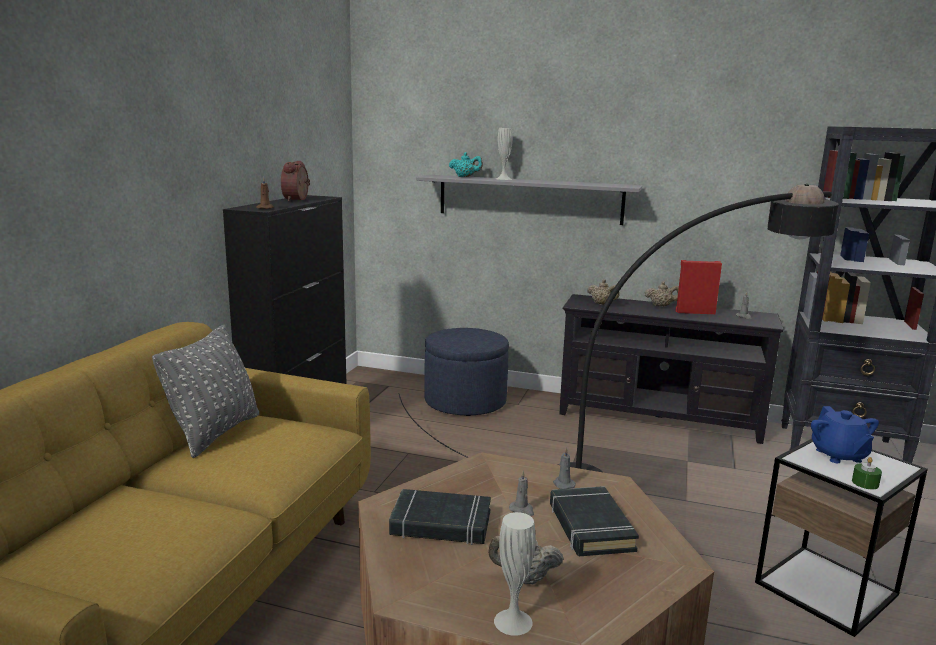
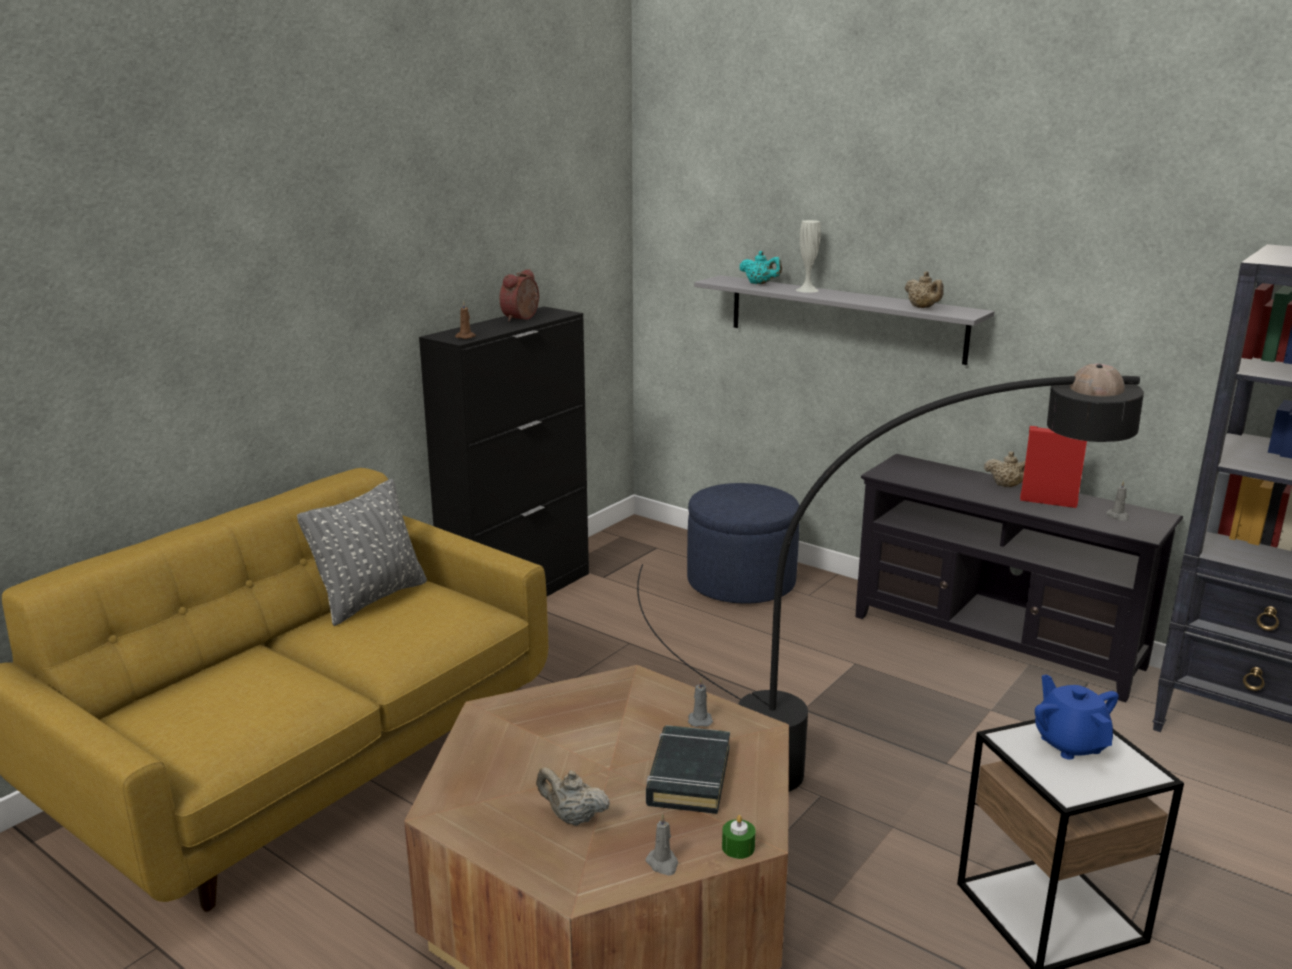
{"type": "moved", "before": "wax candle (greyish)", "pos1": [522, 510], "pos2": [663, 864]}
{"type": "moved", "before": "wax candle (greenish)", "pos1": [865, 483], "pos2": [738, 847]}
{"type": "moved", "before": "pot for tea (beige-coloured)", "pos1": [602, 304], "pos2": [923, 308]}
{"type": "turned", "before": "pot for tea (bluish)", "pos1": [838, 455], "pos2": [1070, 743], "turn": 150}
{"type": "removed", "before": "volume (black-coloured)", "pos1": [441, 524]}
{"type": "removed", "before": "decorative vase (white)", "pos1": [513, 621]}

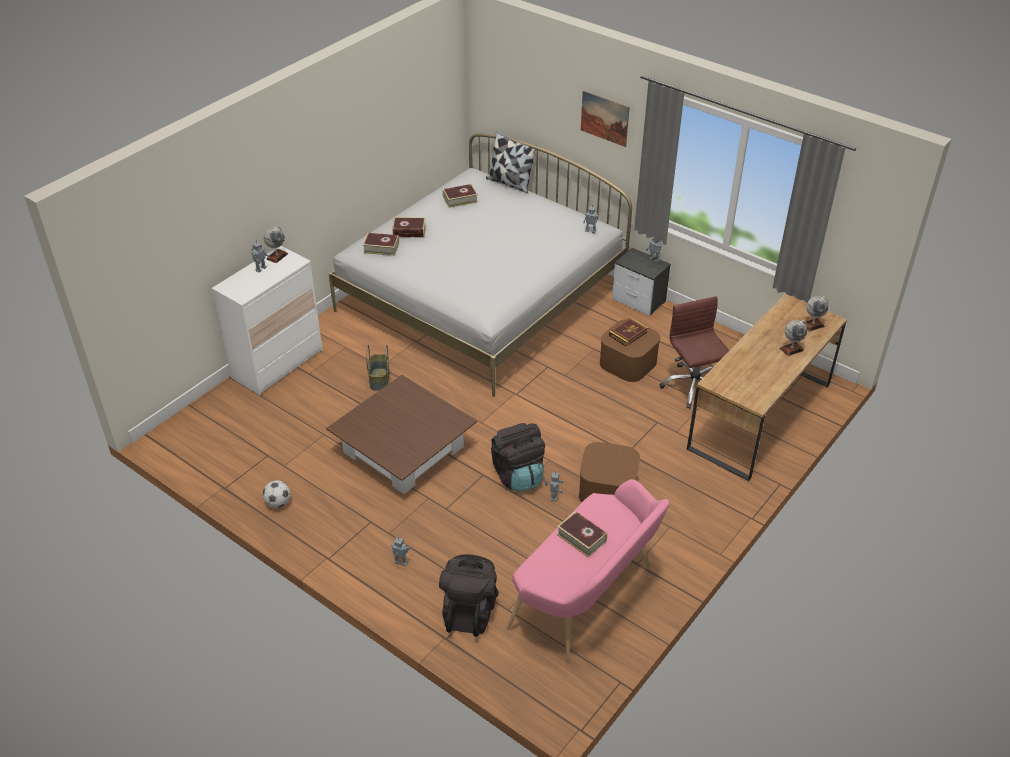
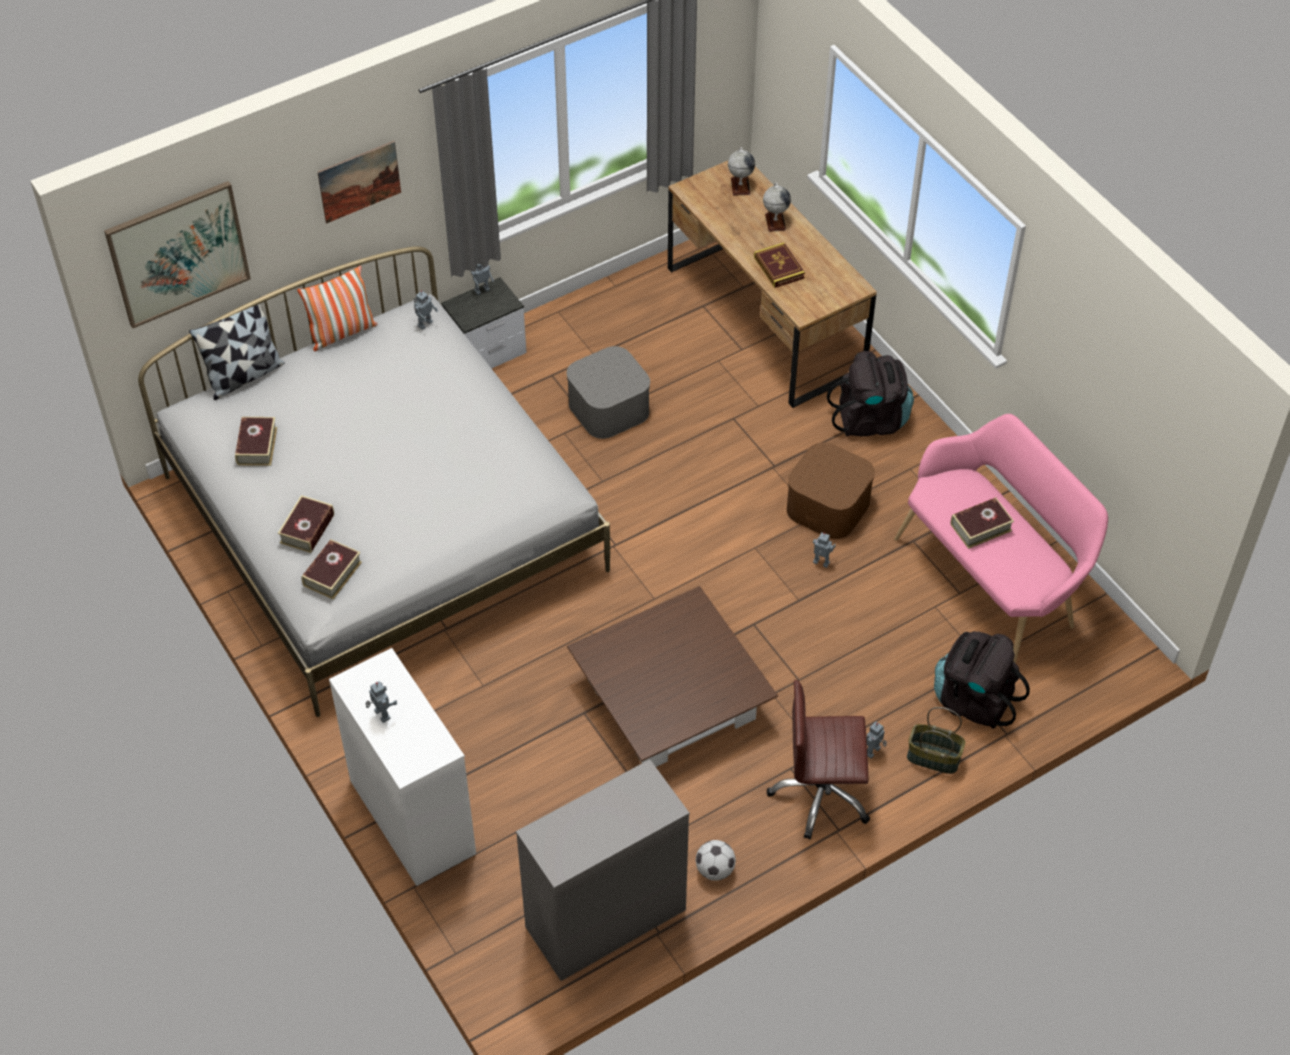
{"type": "added", "after": "picture", "pos2": [178, 253]}
{"type": "added", "after": "pillow", "pos2": [342, 333]}
{"type": "added", "after": "drawer chest (greyish)", "pos2": [605, 918]}
{"type": "recoloured", "before": "storage bin (brown)", "after": "storage bin (greyish)", "pos1": [627, 362], "pos2": [608, 408]}
{"type": "moved", "before": "volume", "pos1": [628, 333], "pos2": [779, 267]}
{"type": "moved", "before": "office chair (brown)", "pos1": [693, 386], "pos2": [821, 794]}
{"type": "moved", "before": "knapsack (black-coloured)", "pos1": [518, 475], "pos2": [871, 419]}
{"type": "moved", "before": "household basket", "pos1": [379, 379], "pos2": [932, 758]}
{"type": "removed", "before": "globe", "pos1": [277, 256]}

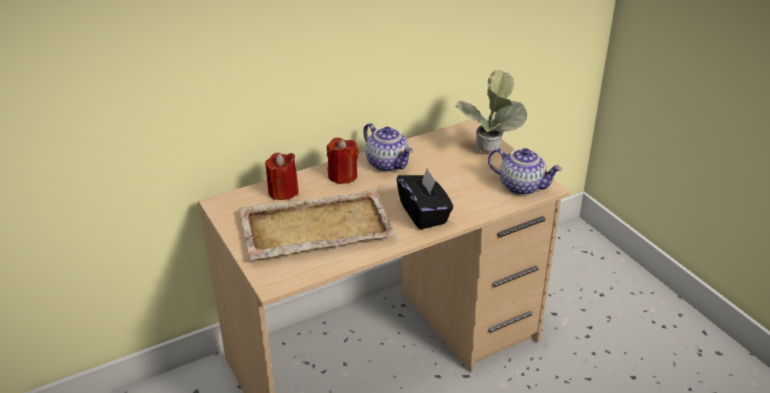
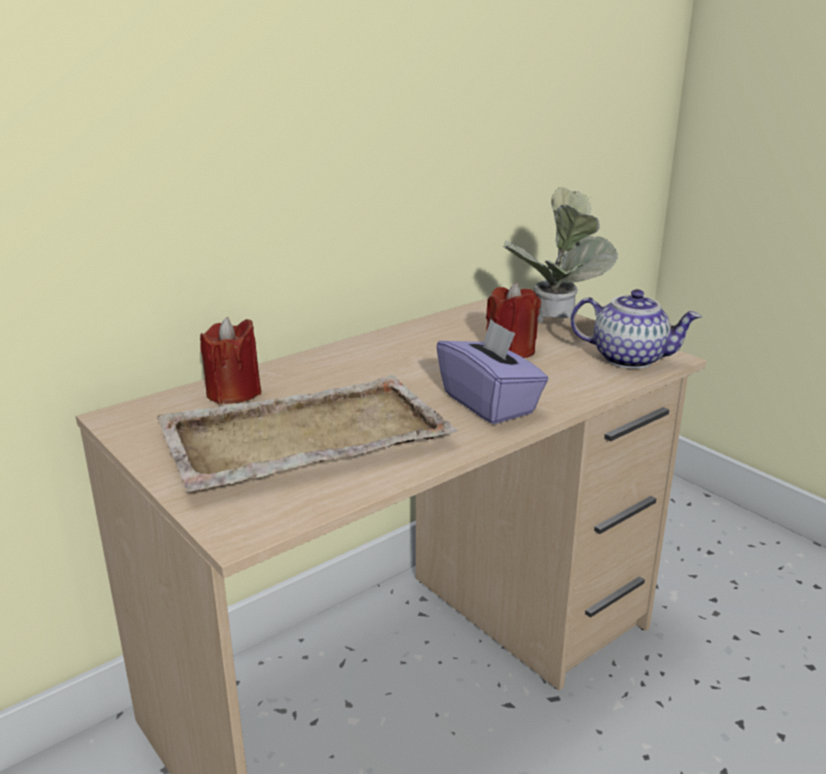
{"type": "recoloured", "before": "tissue box (black-coloured)", "after": "tissue box (purplish)", "pos1": [424, 214], "pos2": [490, 403]}
{"type": "moved", "before": "wax candle (reddish)", "pos1": [342, 176], "pos2": [511, 350]}
{"type": "removed", "before": "pot for tea", "pos1": [388, 164]}

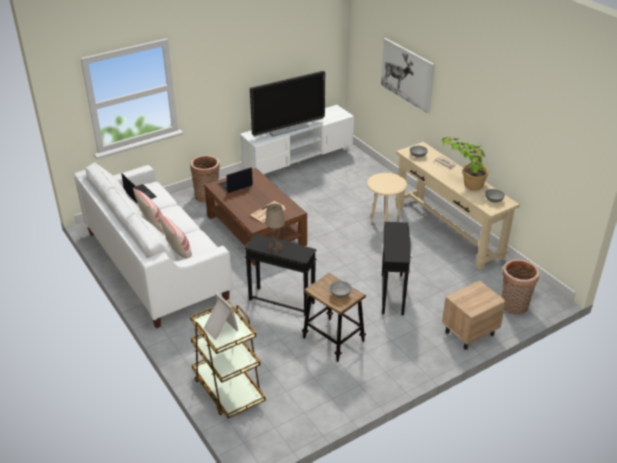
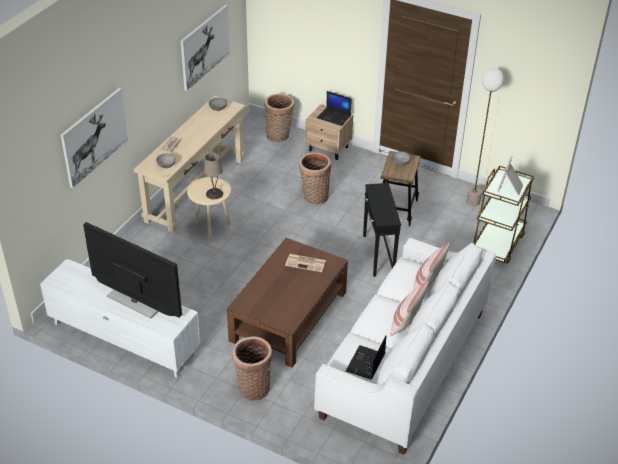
{"type": "added", "after": "picture", "pos2": [205, 46]}
{"type": "moved", "before": "table lamp (beige-coloured)", "pos1": [275, 247], "pos2": [215, 193]}
{"type": "replaced", "before": "end table (black-coloured)", "after": "household basket", "pos1": [392, 293], "pos2": [314, 196]}
{"type": "moved", "before": "portable computer", "pos1": [235, 185], "pos2": [334, 117]}
{"type": "added", "after": "standard lamp", "pos2": [473, 202]}
{"type": "removed", "before": "potted plant", "pos1": [464, 181]}

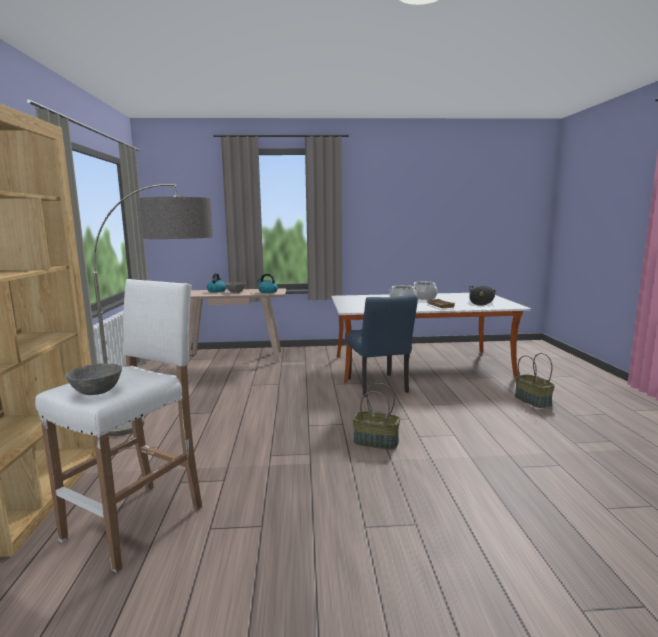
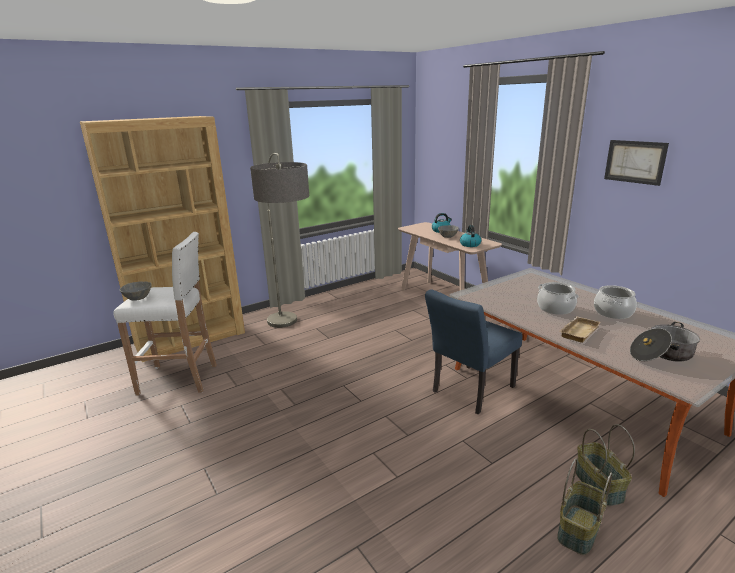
{"type": "moved", "before": "household basket", "pos1": [375, 442], "pos2": [597, 485]}
{"type": "added", "after": "picture", "pos2": [635, 162]}

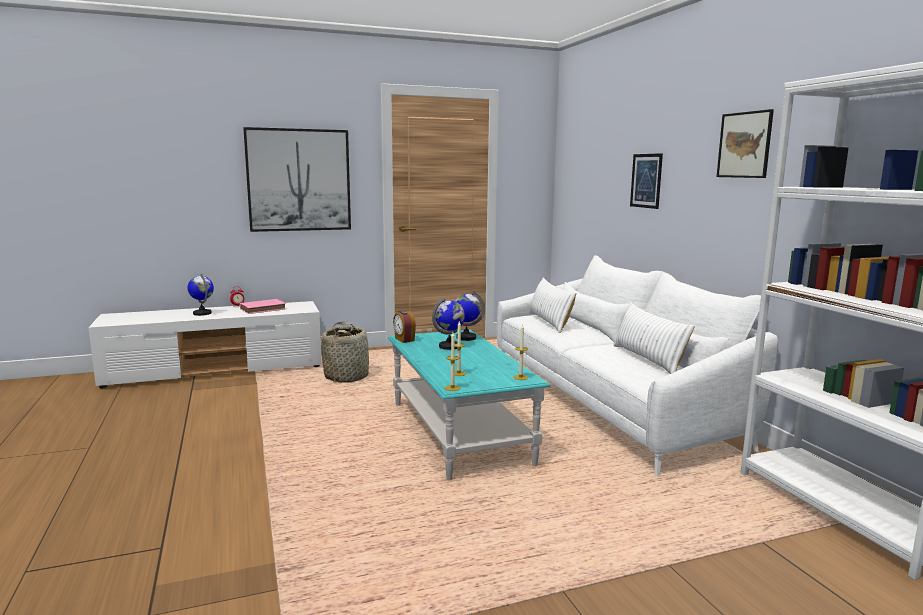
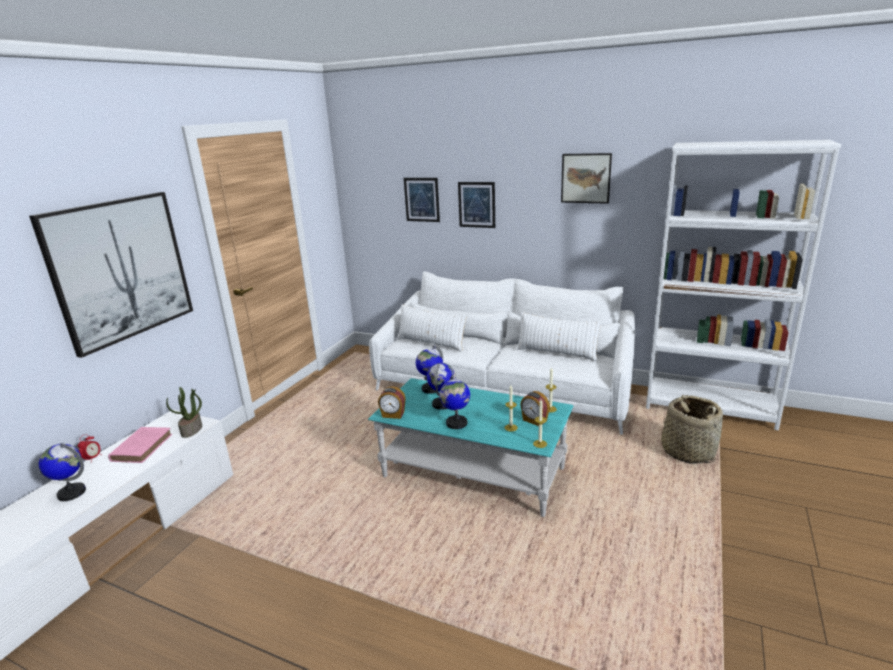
{"type": "added", "after": "potted plant", "pos2": [192, 430]}
{"type": "added", "after": "picture", "pos2": [422, 199]}
{"type": "added", "after": "globe", "pos2": [456, 423]}
{"type": "added", "after": "table clock", "pos2": [534, 421]}
{"type": "moved", "before": "household basket", "pos1": [347, 376], "pos2": [687, 451]}

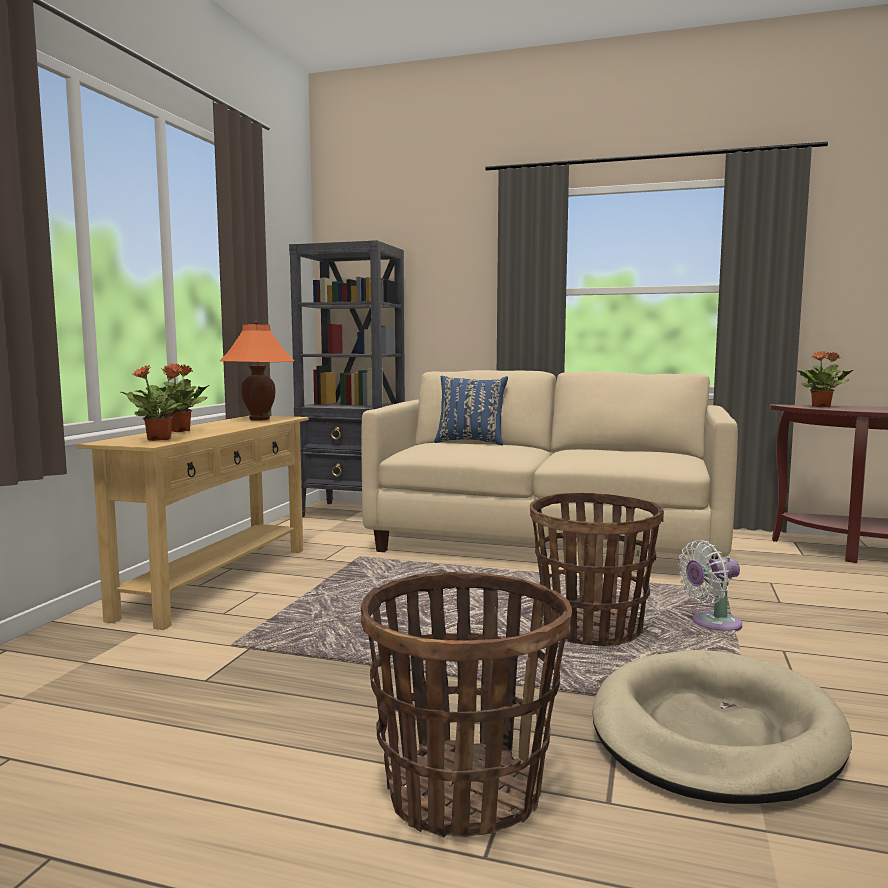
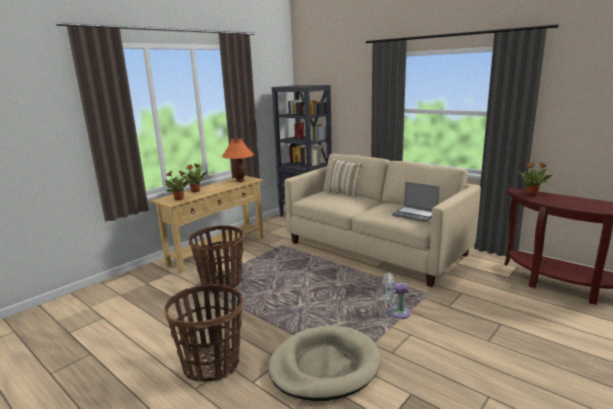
{"type": "moved", "before": "household basket", "pos1": [592, 629], "pos2": [221, 283]}
{"type": "recoloured", "before": "pillow (bluish)", "after": "pillow (beige-coloured)", "pos1": [471, 442], "pos2": [344, 193]}
{"type": "added", "after": "portable computer", "pos2": [415, 215]}

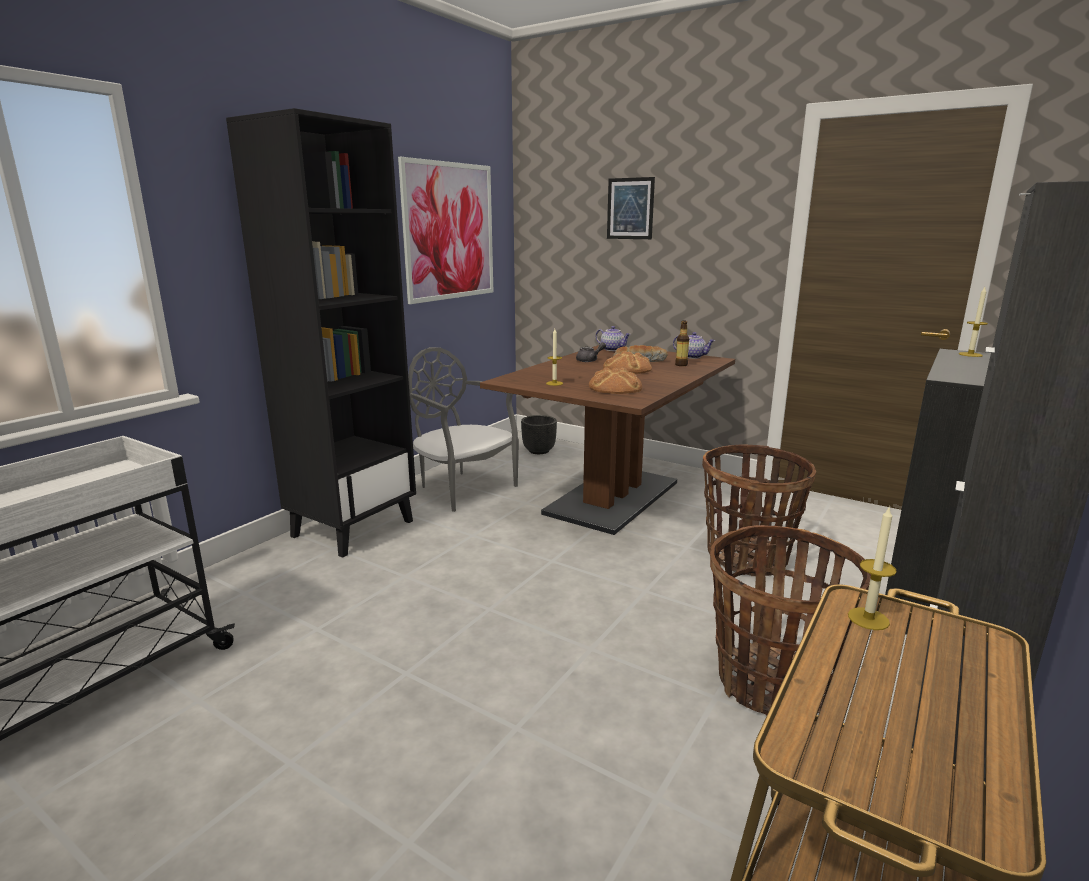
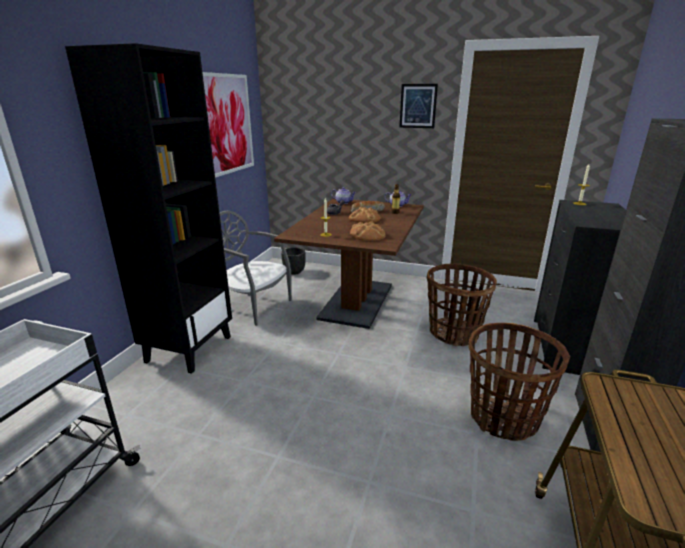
{"type": "moved", "before": "picture", "pos1": [630, 208], "pos2": [418, 106]}
{"type": "removed", "before": "wax candle", "pos1": [868, 619]}

